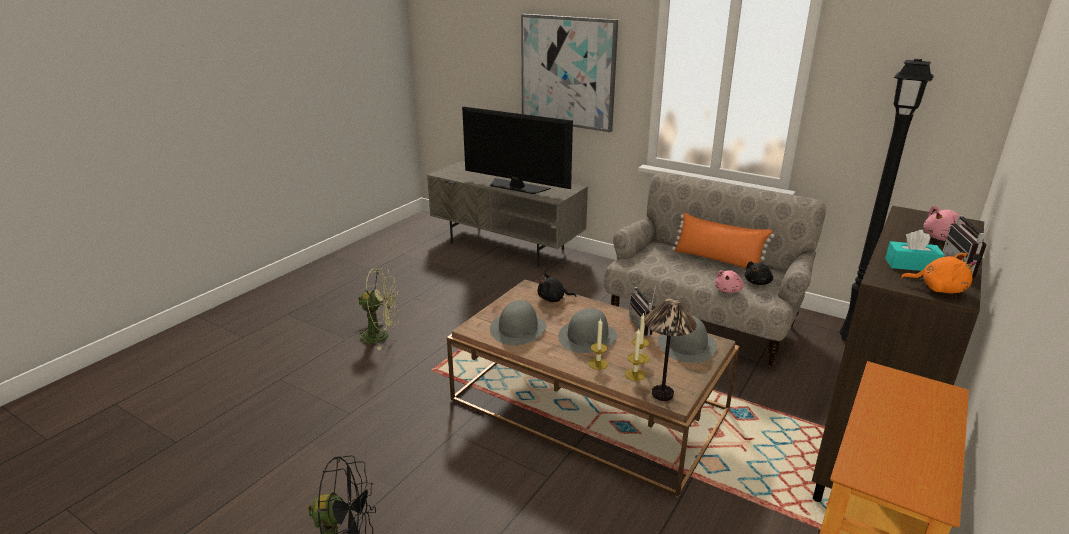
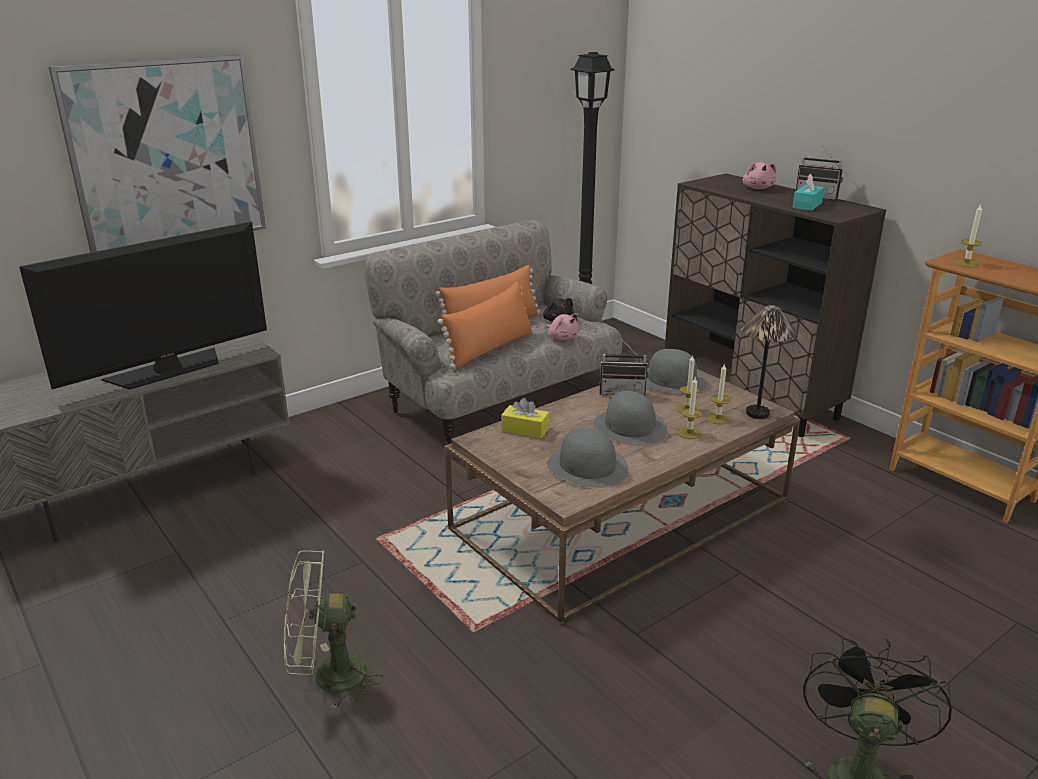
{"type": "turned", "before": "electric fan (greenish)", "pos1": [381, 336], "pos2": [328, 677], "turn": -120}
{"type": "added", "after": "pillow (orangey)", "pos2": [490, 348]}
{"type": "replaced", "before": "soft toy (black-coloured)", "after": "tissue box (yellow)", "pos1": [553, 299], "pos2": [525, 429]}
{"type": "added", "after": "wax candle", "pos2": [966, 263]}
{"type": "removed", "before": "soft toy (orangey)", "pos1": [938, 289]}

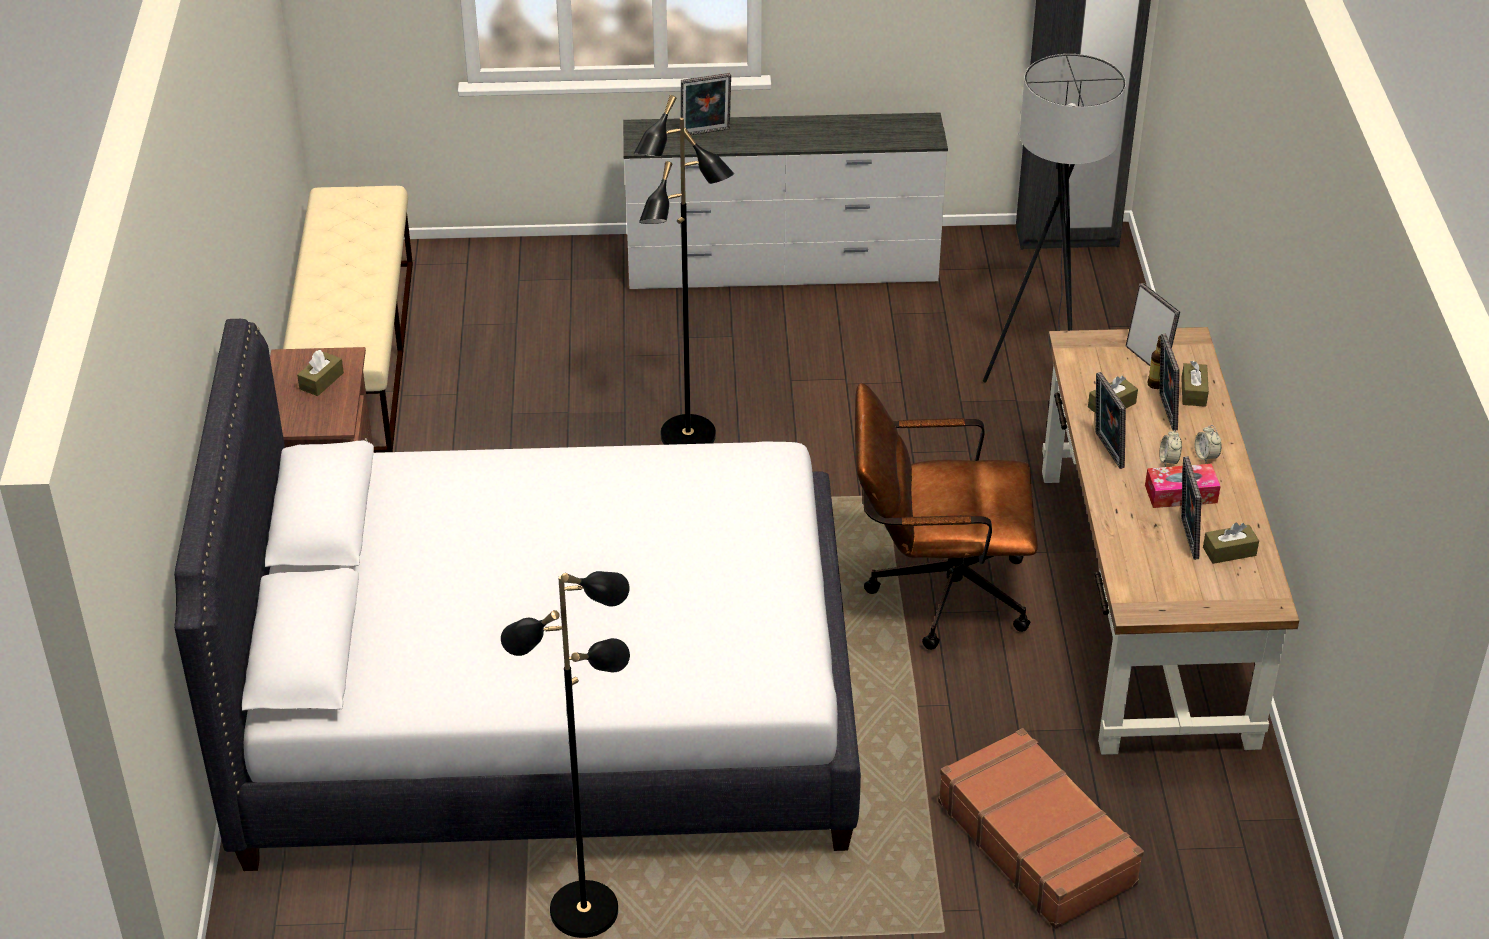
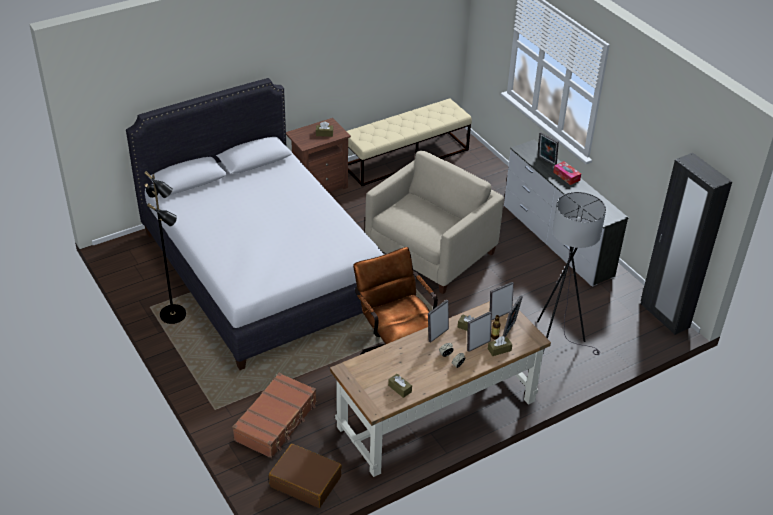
{"type": "added", "after": "piece of luggage (brown)", "pos2": [306, 481]}
{"type": "replaced", "before": "standard lamp (black-coloured)", "after": "easy chair (beige-coloured)", "pos1": [688, 437], "pos2": [430, 252]}
{"type": "moved", "before": "standing frame", "pos1": [1185, 538], "pos2": [499, 314]}
{"type": "moved", "before": "tissue box", "pos1": [1181, 494], "pos2": [566, 176]}

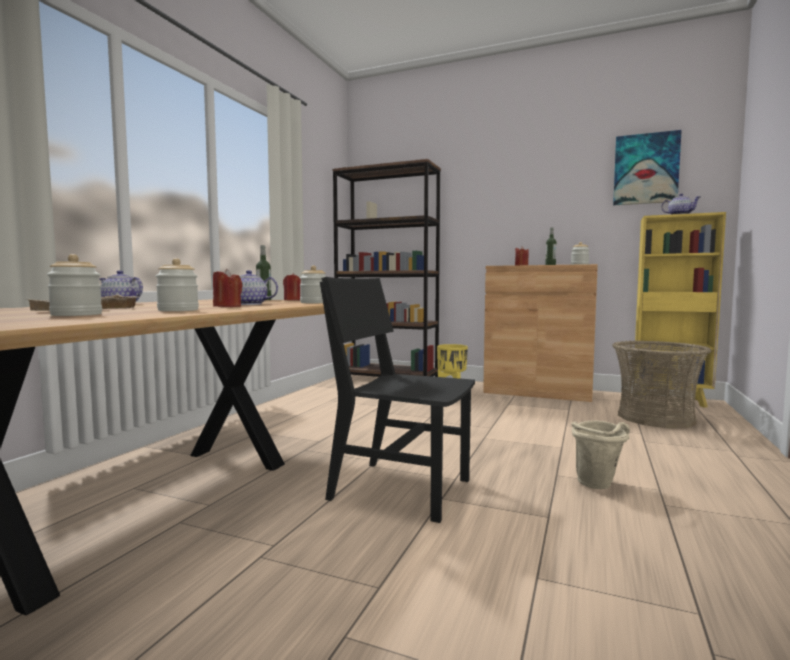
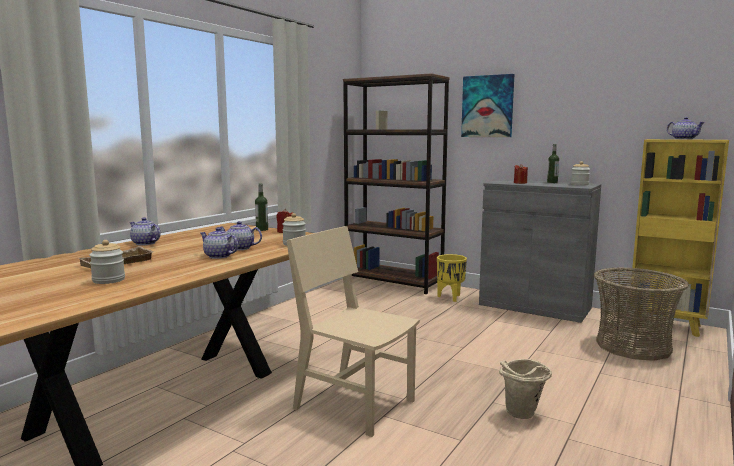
{"type": "replaced", "before": "wax candle (reddish)", "after": "pot for tea", "pos1": [227, 306], "pos2": [219, 256]}
{"type": "recoloured", "before": "upright chair (black-coloured)", "after": "upright chair (beige-coloured)", "pos1": [400, 489], "pos2": [354, 404]}
{"type": "moved", "before": "picture", "pos1": [645, 169], "pos2": [487, 106]}
{"type": "recoloured", "before": "storage cabinet (brown)", "after": "storage cabinet (greyish)", "pos1": [538, 391], "pos2": [534, 306]}
{"type": "removed", "before": "preserve jar", "pos1": [178, 310]}

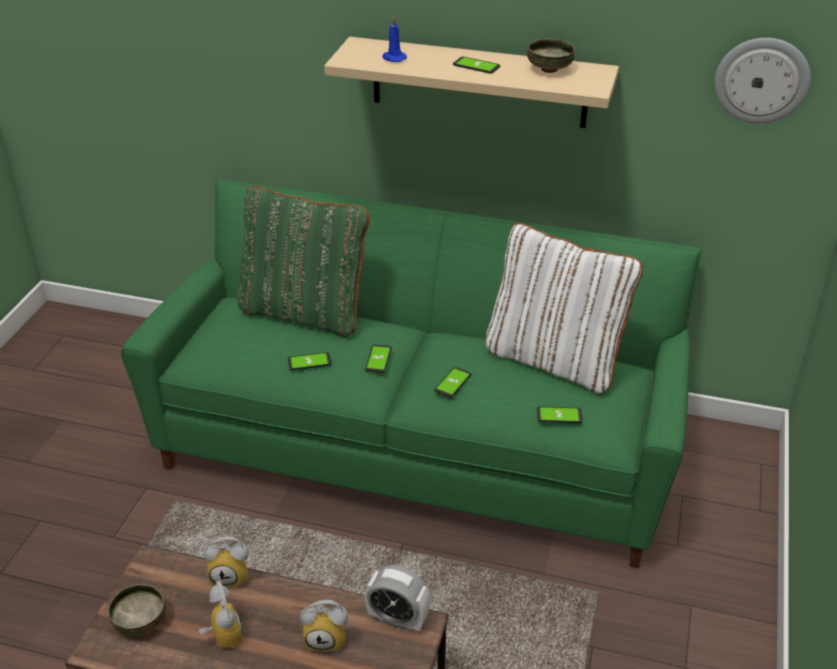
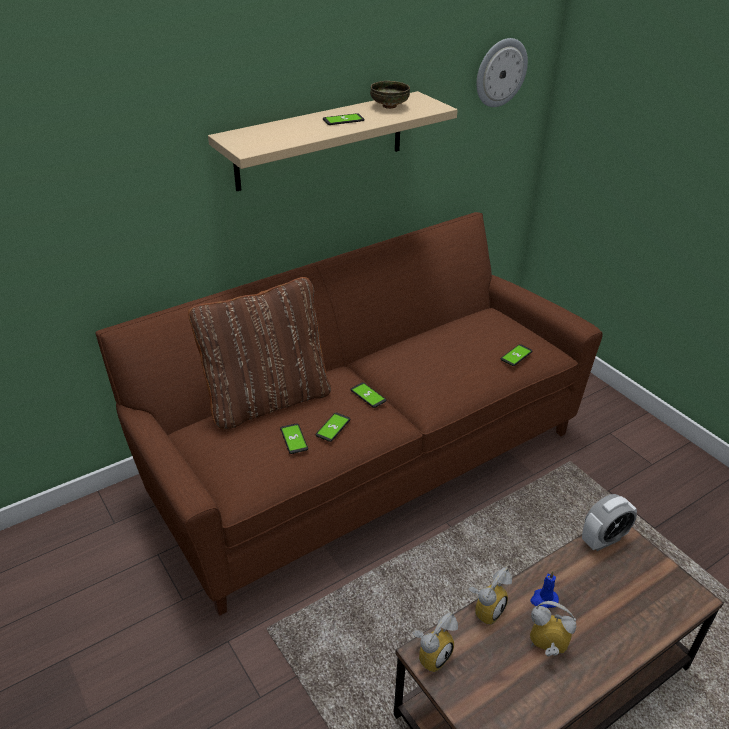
{"type": "recoloured", "before": "sofa (greenish)", "after": "sofa (brown)", "pos1": [418, 443], "pos2": [363, 458]}
{"type": "recoloured", "before": "pillow (greenish)", "after": "pillow (brown)", "pos1": [305, 312], "pos2": [267, 399]}
{"type": "moved", "before": "phone", "pos1": [453, 383], "pos2": [294, 439]}
{"type": "moved", "before": "table clock", "pos1": [327, 639], "pos2": [431, 653]}
{"type": "moved", "before": "wax candle (bluish)", "pos1": [393, 58], "pos2": [543, 599]}
{"type": "removed", "before": "deep dish", "pos1": [140, 621]}
{"type": "removed", "before": "pillow (white)", "pos1": [555, 359]}

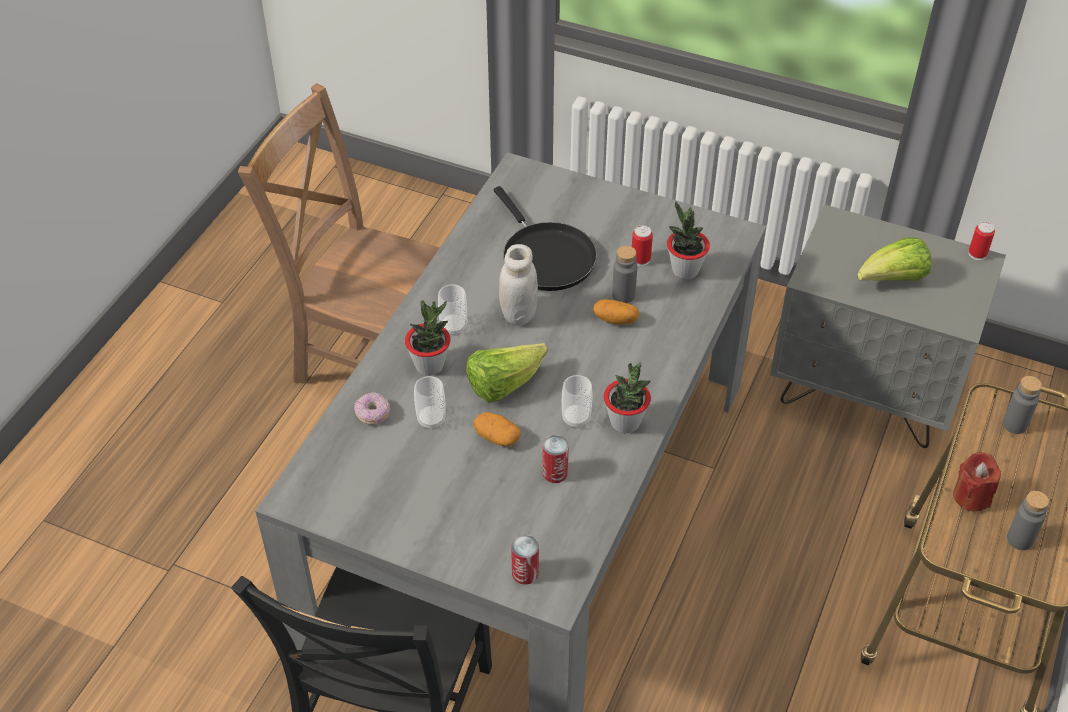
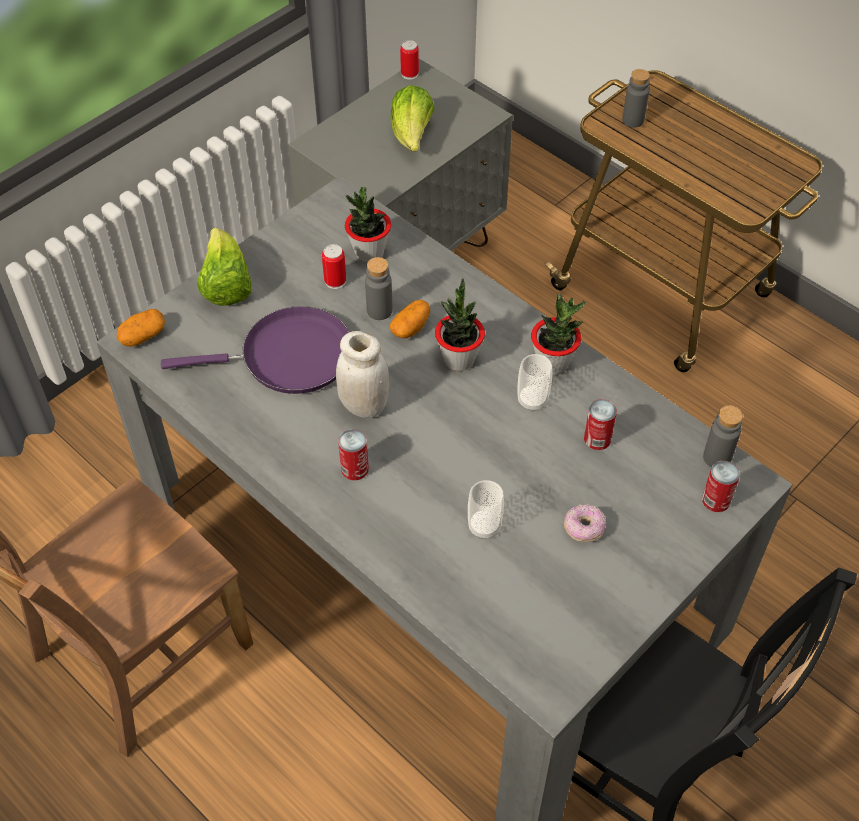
{"type": "moved", "before": "whole potato", "pos1": [497, 437], "pos2": [143, 336]}
{"type": "recoloured", "before": "skillet (black-coloured)", "after": "skillet (purplish)", "pos1": [545, 257], "pos2": [288, 357]}
{"type": "moved", "before": "lettuce", "pos1": [503, 385], "pos2": [226, 285]}
{"type": "replaced", "before": "cup", "after": "can", "pos1": [453, 327], "pos2": [354, 469]}
{"type": "moved", "before": "potted plant", "pos1": [430, 365], "pos2": [459, 359]}
{"type": "moved", "before": "ring doughnut", "pos1": [373, 414], "pos2": [584, 528]}
{"type": "moved", "before": "drink bottle (greyish)", "pos1": [1020, 539], "pos2": [717, 458]}
{"type": "removed", "before": "wax candle (reddish)", "pos1": [971, 496]}

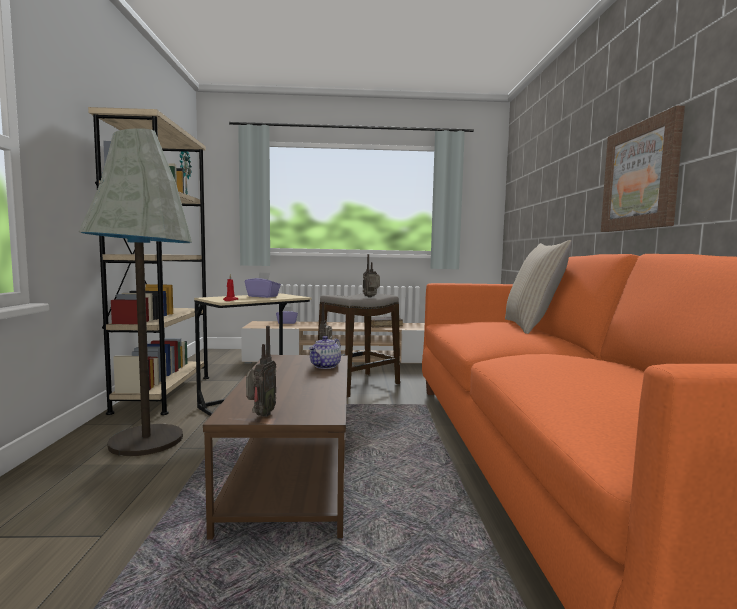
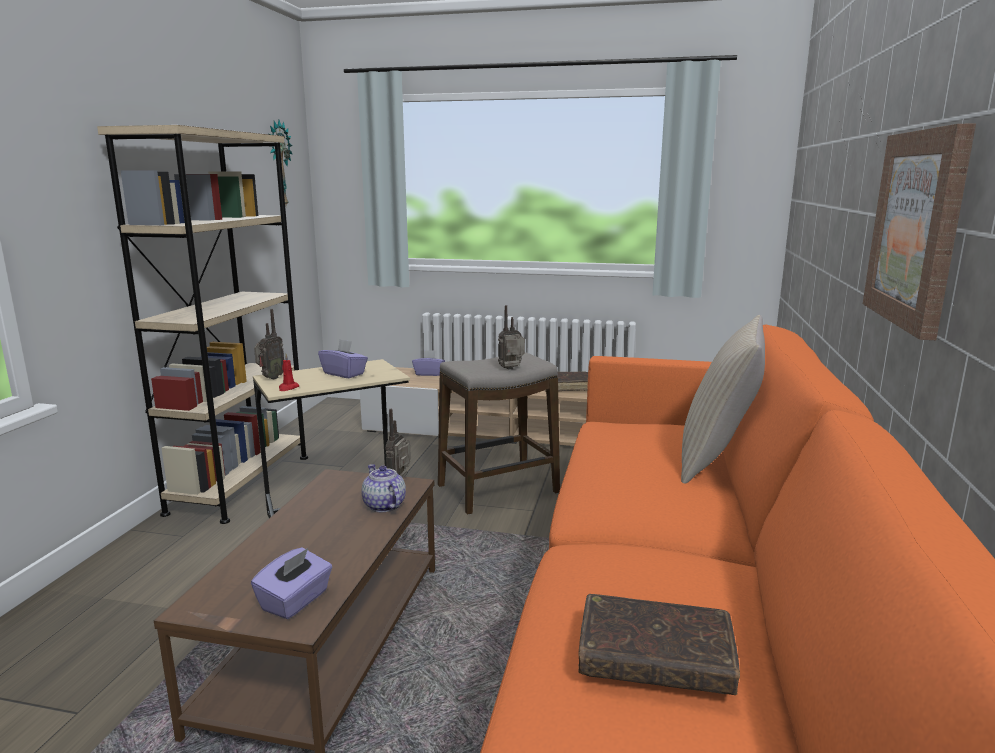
{"type": "added", "after": "tissue box (purplish)", "pos2": [295, 601]}
{"type": "moved", "before": "radio", "pos1": [260, 415], "pos2": [270, 378]}
{"type": "turned", "before": "pot for tea", "pos1": [325, 366], "pos2": [383, 505], "turn": 105}
{"type": "added", "after": "volume (brown)", "pos2": [655, 658]}
{"type": "removed", "before": "standard lamp (greyish)", "pos1": [146, 441]}

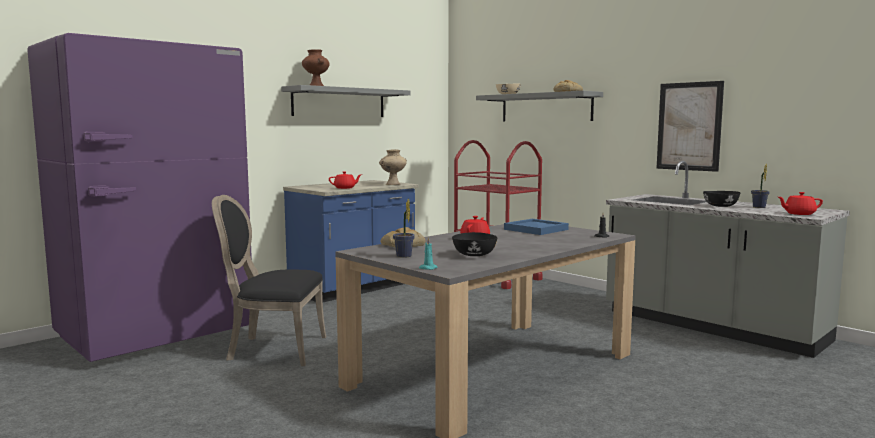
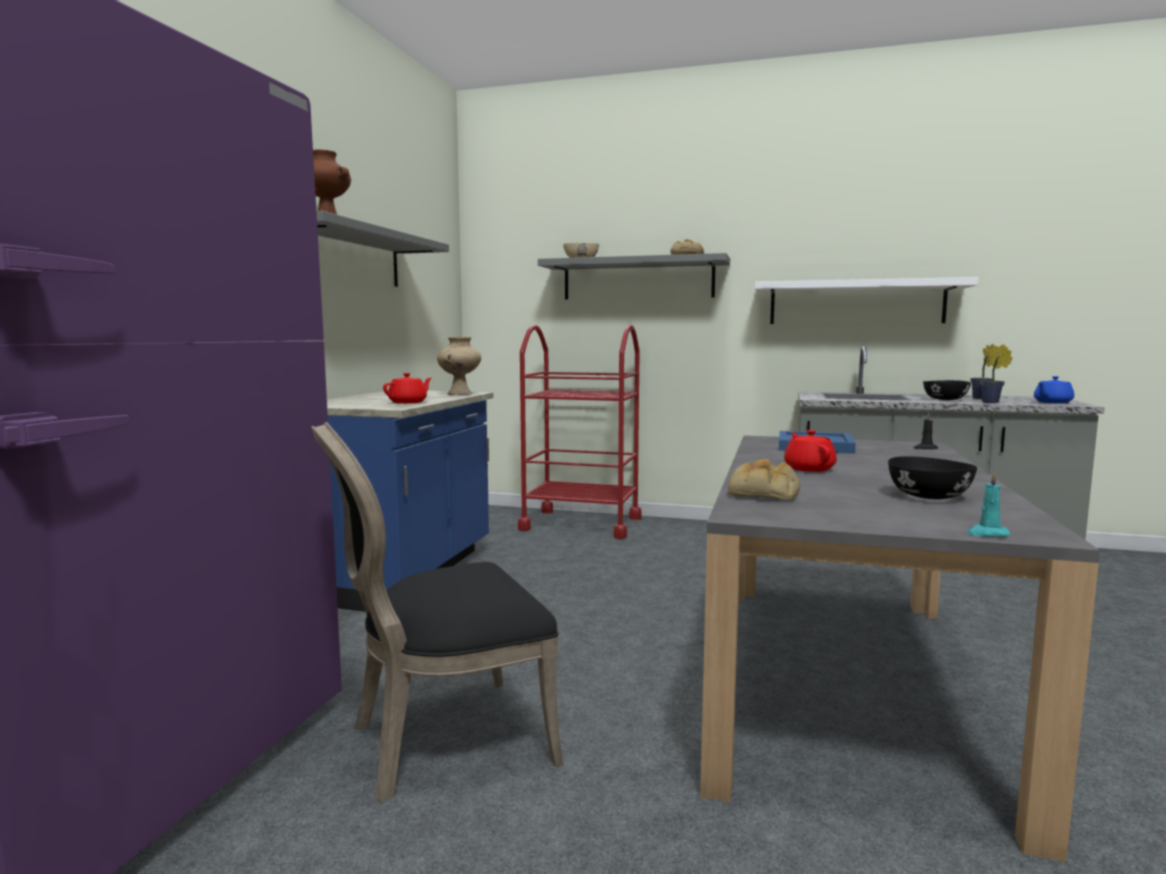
{"type": "replaced", "before": "picture", "after": "wall shelf (white)", "pos1": [689, 126], "pos2": [856, 303]}
{"type": "moved", "before": "potted plant", "pos1": [404, 256], "pos2": [992, 402]}
{"type": "recoloured", "before": "pot for tea (reddish)", "after": "pot for tea (bluish)", "pos1": [799, 214], "pos2": [1052, 402]}

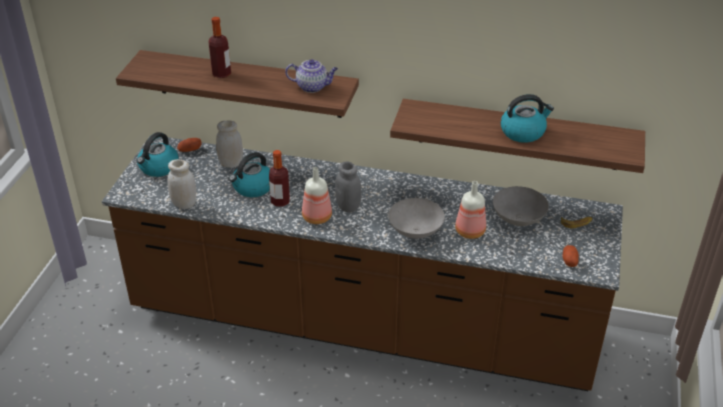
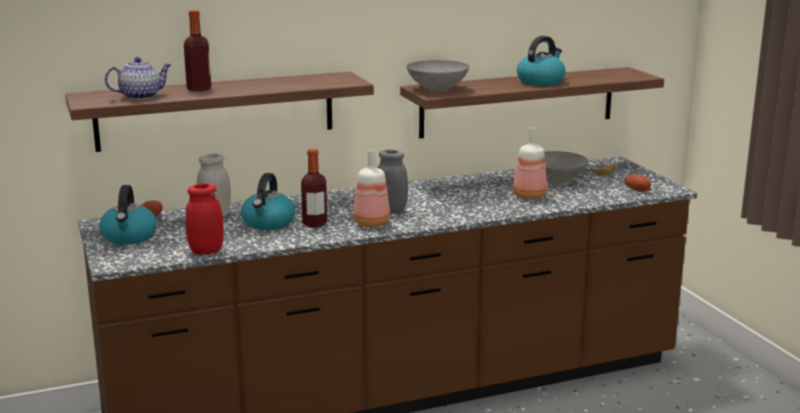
{"type": "moved", "before": "pot for tea", "pos1": [313, 87], "pos2": [141, 96]}
{"type": "recoloured", "before": "preserve jar (white)", "after": "preserve jar (reddish)", "pos1": [184, 204], "pos2": [206, 251]}
{"type": "moved", "before": "deep dish (greyish)", "pos1": [416, 231], "pos2": [437, 89]}

